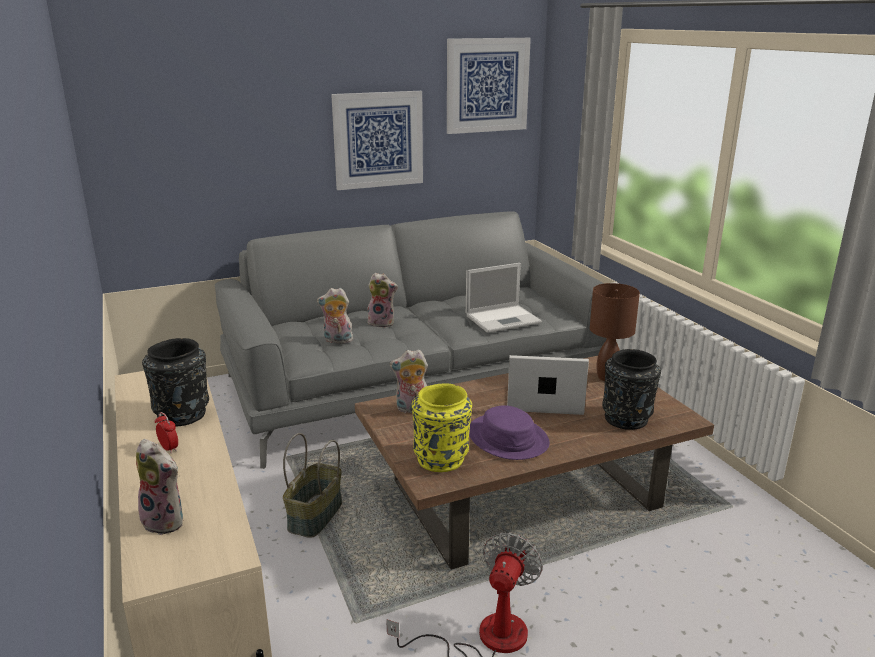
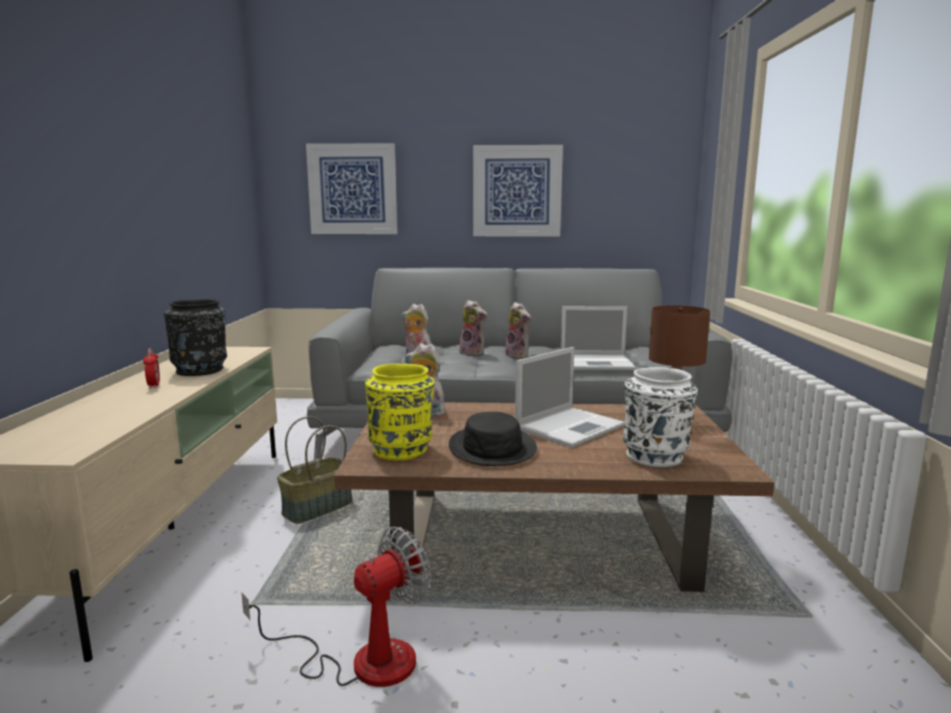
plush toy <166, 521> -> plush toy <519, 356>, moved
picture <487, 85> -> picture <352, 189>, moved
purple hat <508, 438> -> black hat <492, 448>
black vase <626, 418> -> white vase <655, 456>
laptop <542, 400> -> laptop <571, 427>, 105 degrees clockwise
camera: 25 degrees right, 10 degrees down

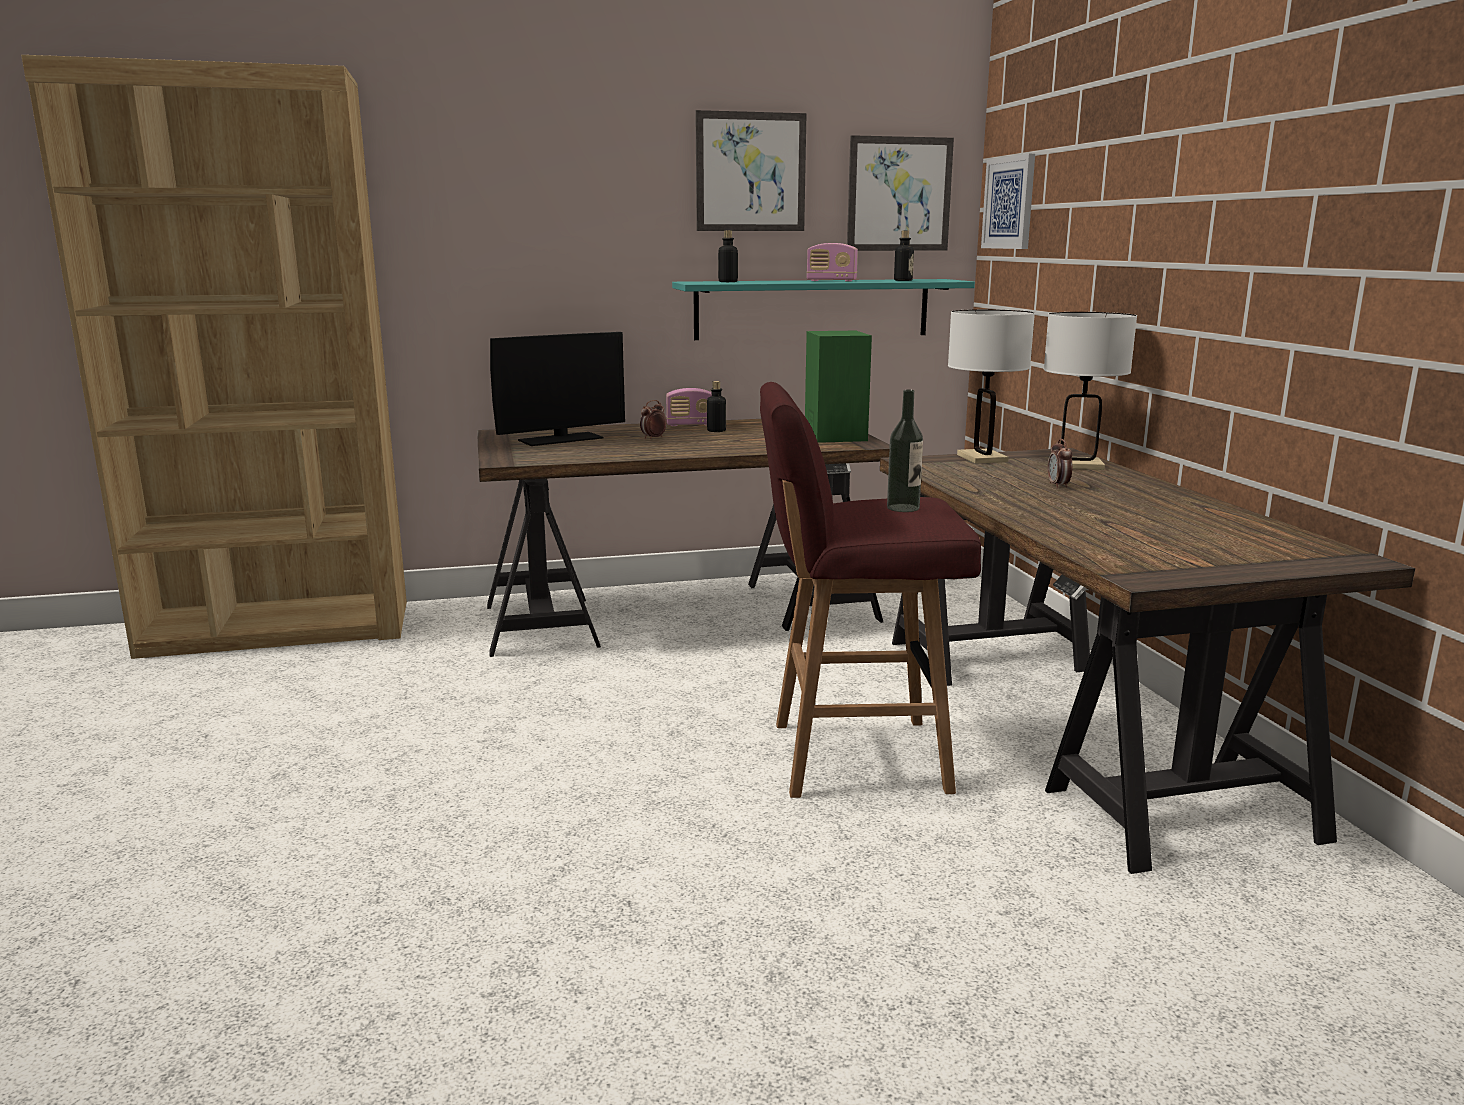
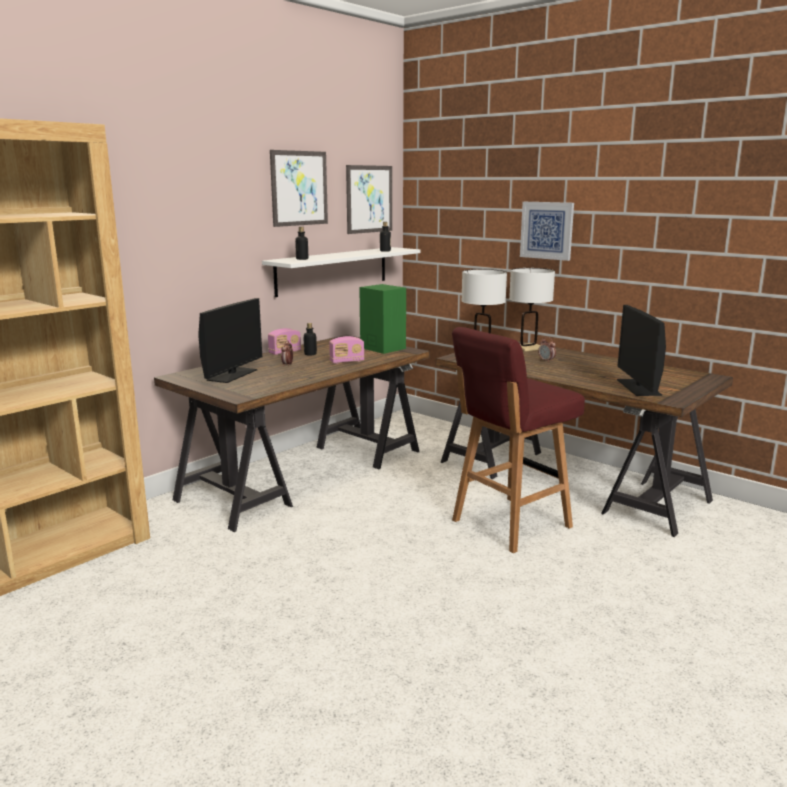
bottle <903, 508> -> none
none -> monitor <638, 387>
radio <831, 281> -> radio <347, 361>, moved
picture <1009, 203> -> picture <547, 230>, moved
turquoise shelf <812, 309> -> white shelf <333, 270>
camera: 35 degrees left, 0 degrees up

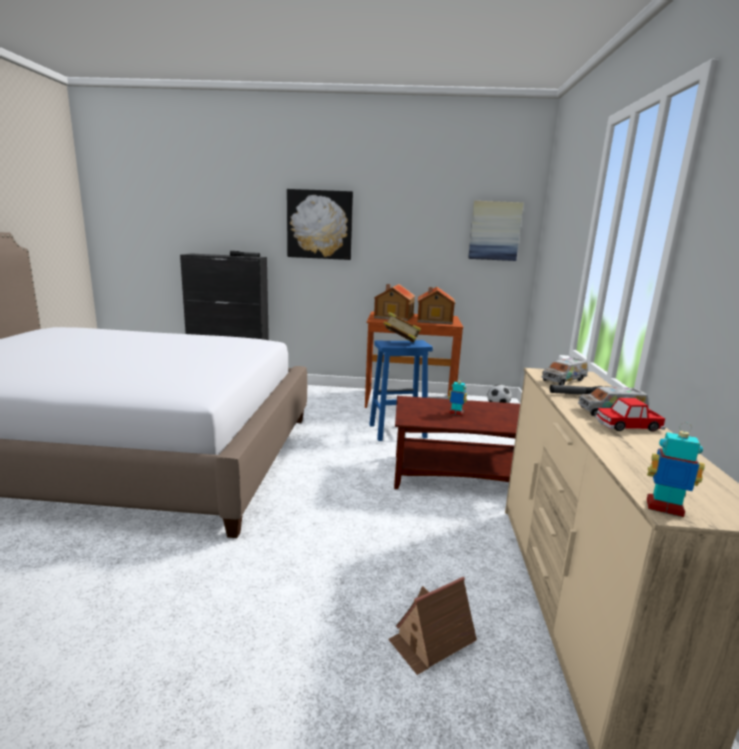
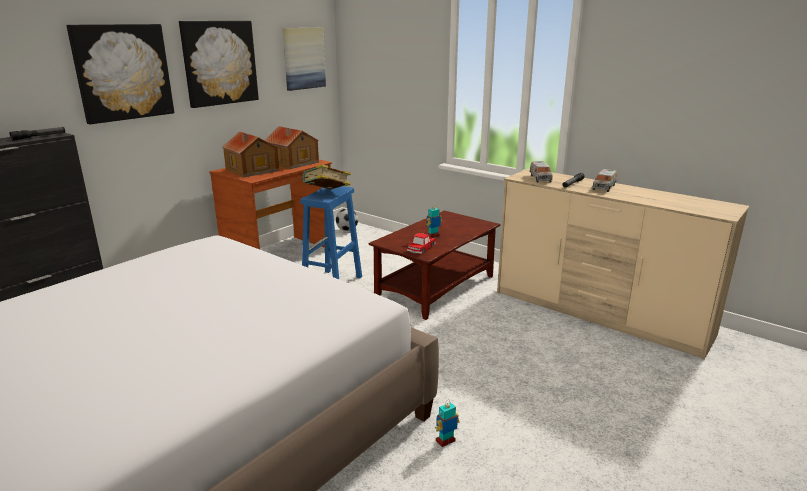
toy house <431, 641> -> none
none -> picture <219, 63>
toy car <627, 425> -> toy car <421, 248>, moved
toy robot <664, 508> -> toy robot <445, 441>, moved
camera: 55 degrees left, 5 degrees up

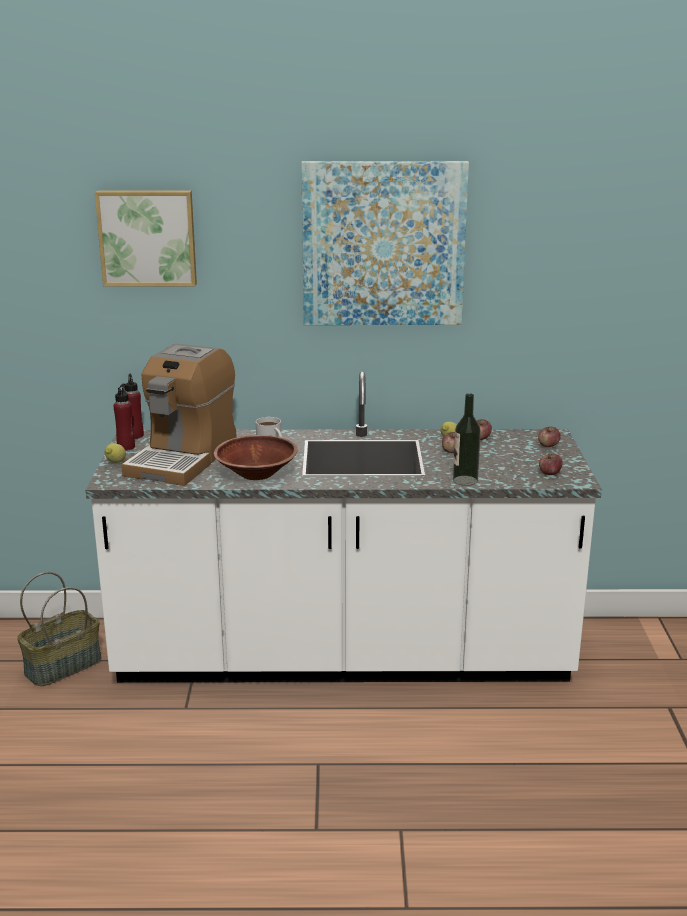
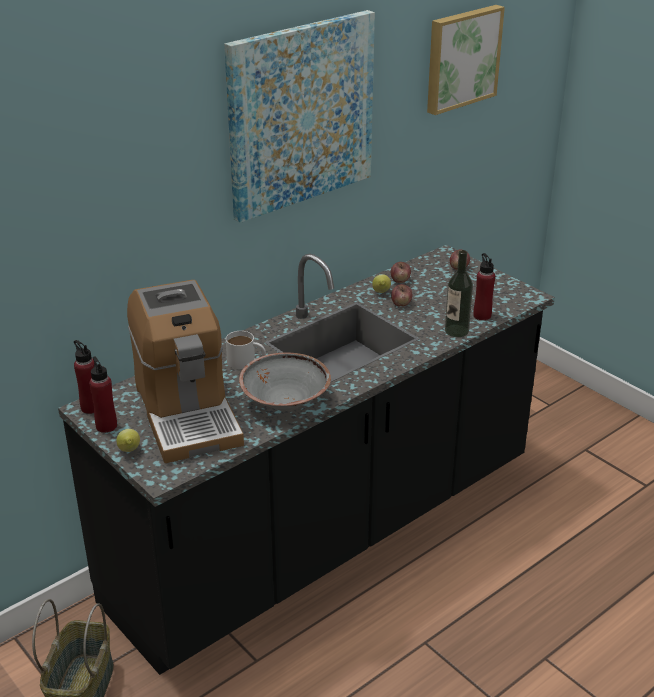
apple <549, 473> -> none
none -> red bottle <482, 315>
picture <147, 237> -> picture <461, 58>, moved
white counter <343, 659> -> black counter <326, 534>
brown bowl <257, 474> -> grey bowl <285, 400>
camera: 40 degrees left, 10 degrees up

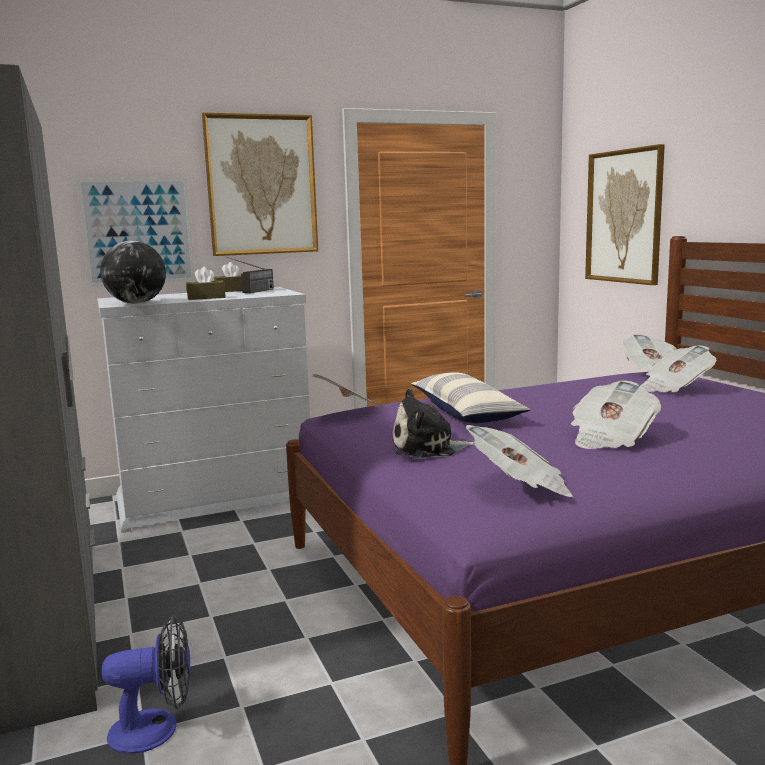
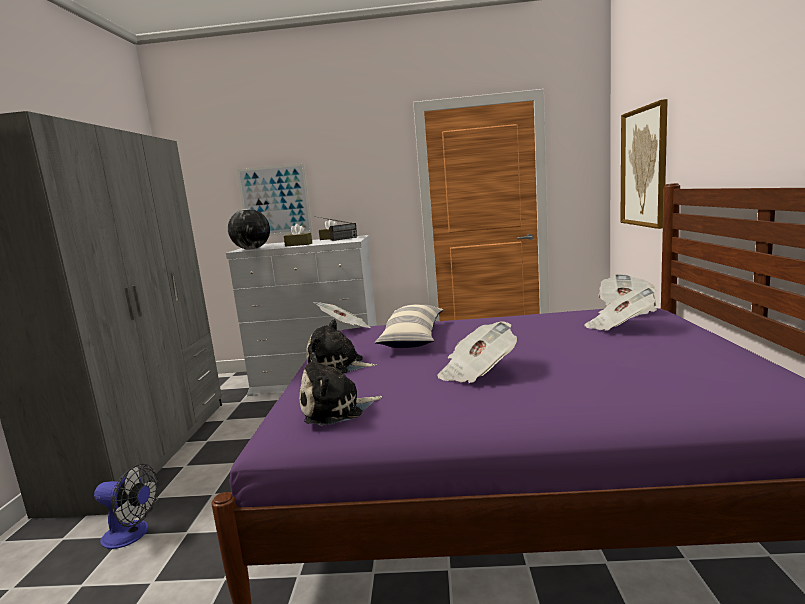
picture <261, 185> -> none
newspaper <520, 487> -> plush toy <336, 409>
camera: 25 degrees right, 0 degrees up

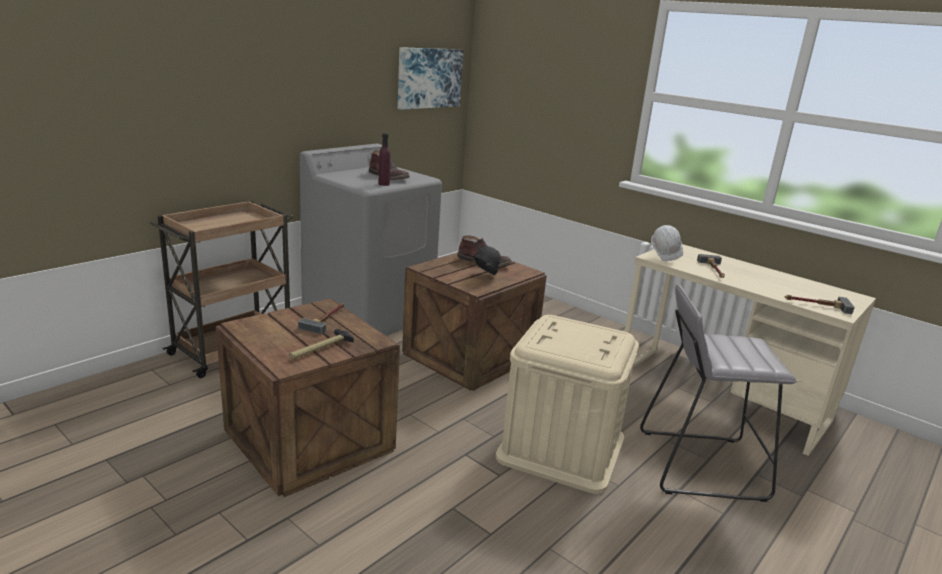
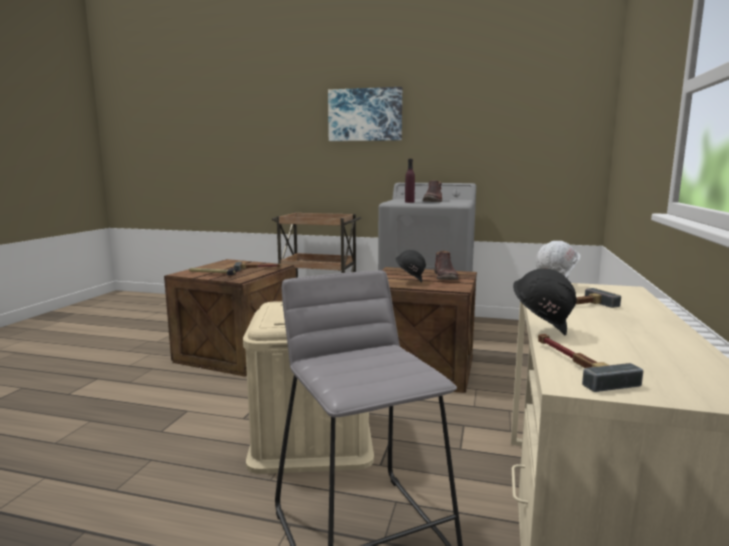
none -> black hard hat <541, 330>
picture <429, 78> -> picture <365, 115>, moved
camera: 65 degrees right, 10 degrees down

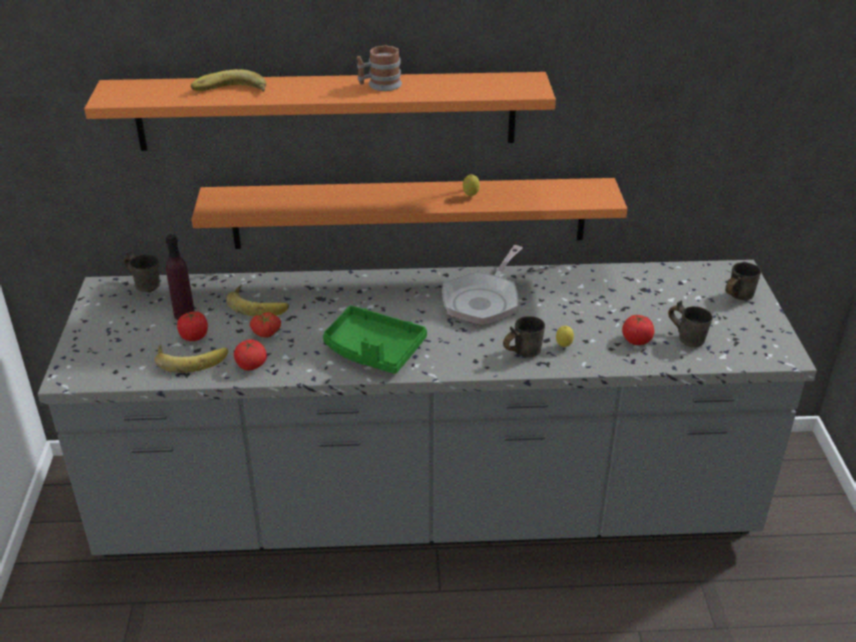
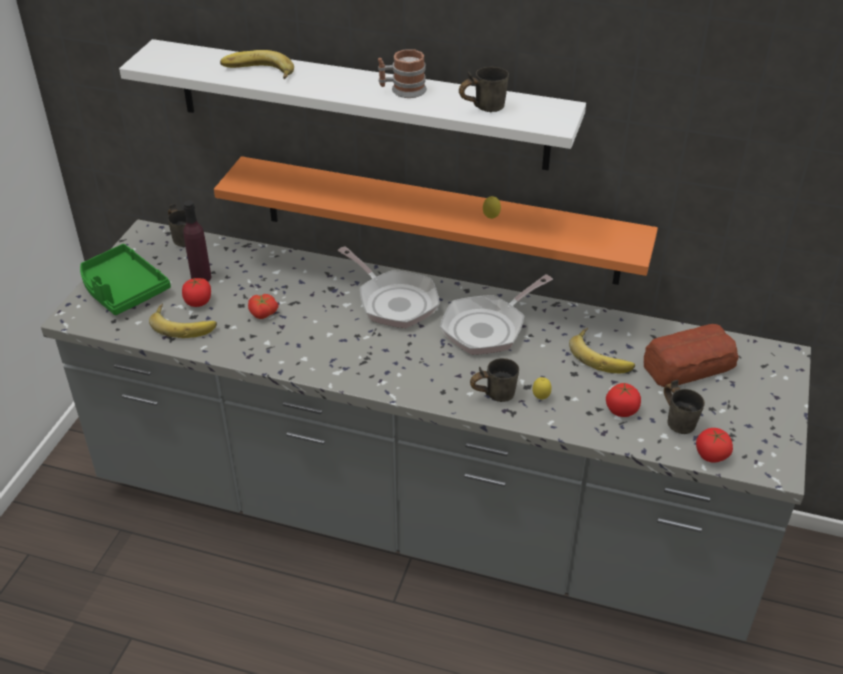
none -> frying pan <394, 301>
none -> bread <690, 365>
banana <259, 304> -> banana <602, 355>, moved
tomato <251, 365> -> tomato <711, 455>, moved
green tray <373, 350> -> green tray <122, 289>, moved
grey mug <735, 296> -> grey mug <482, 107>, moved
orange shelf <326, 111> -> white shelf <360, 104>
camera: 20 degrees right, 5 degrees up

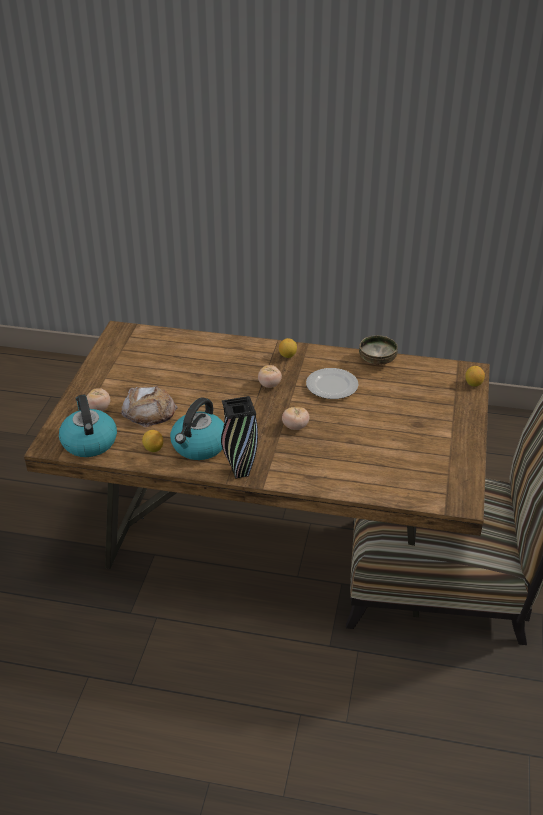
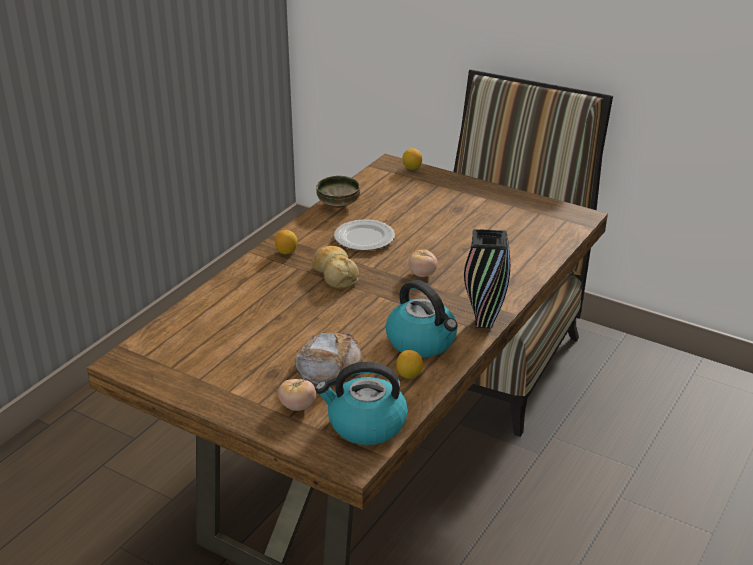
tomato <269, 385> -> bread <335, 274>
camera: 70 degrees left, 5 degrees down

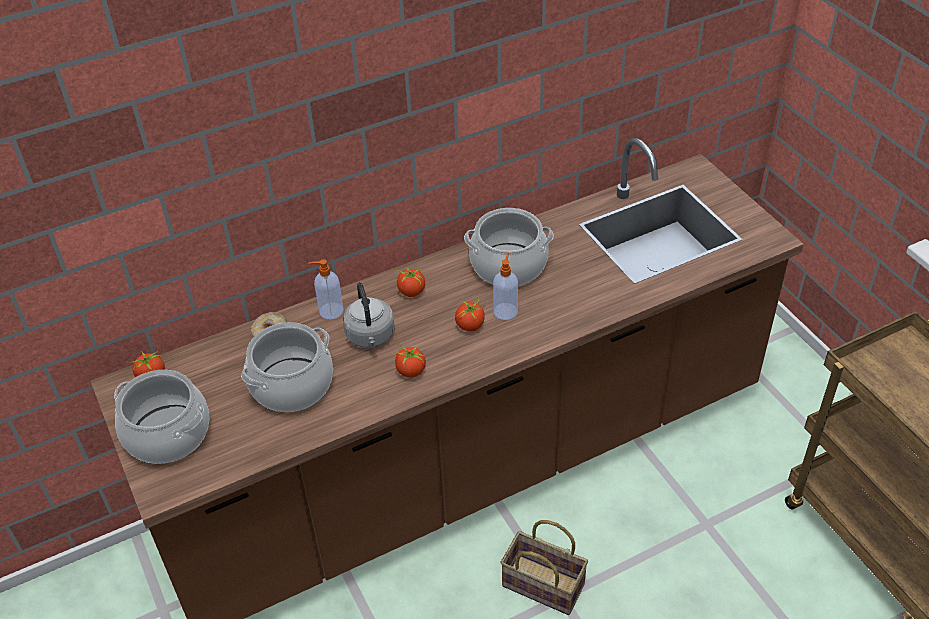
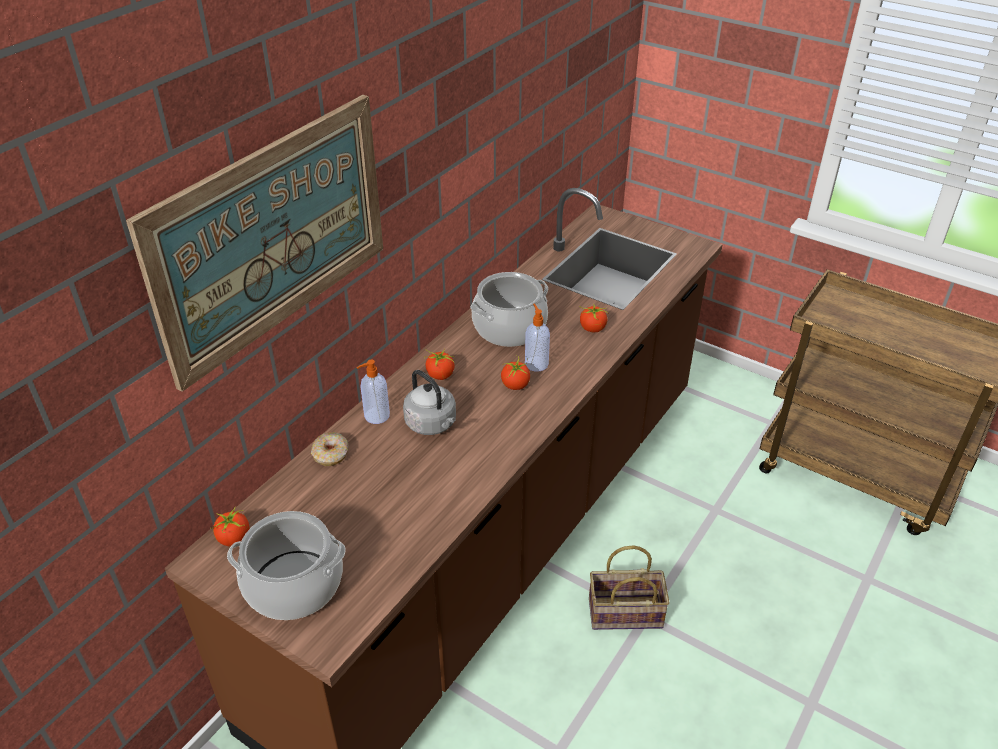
cooking pot <292, 385> -> none
none -> picture <273, 235>
tomato <410, 371> -> tomato <592, 329>, moved
camera: 30 degrees left, 5 degrees down

